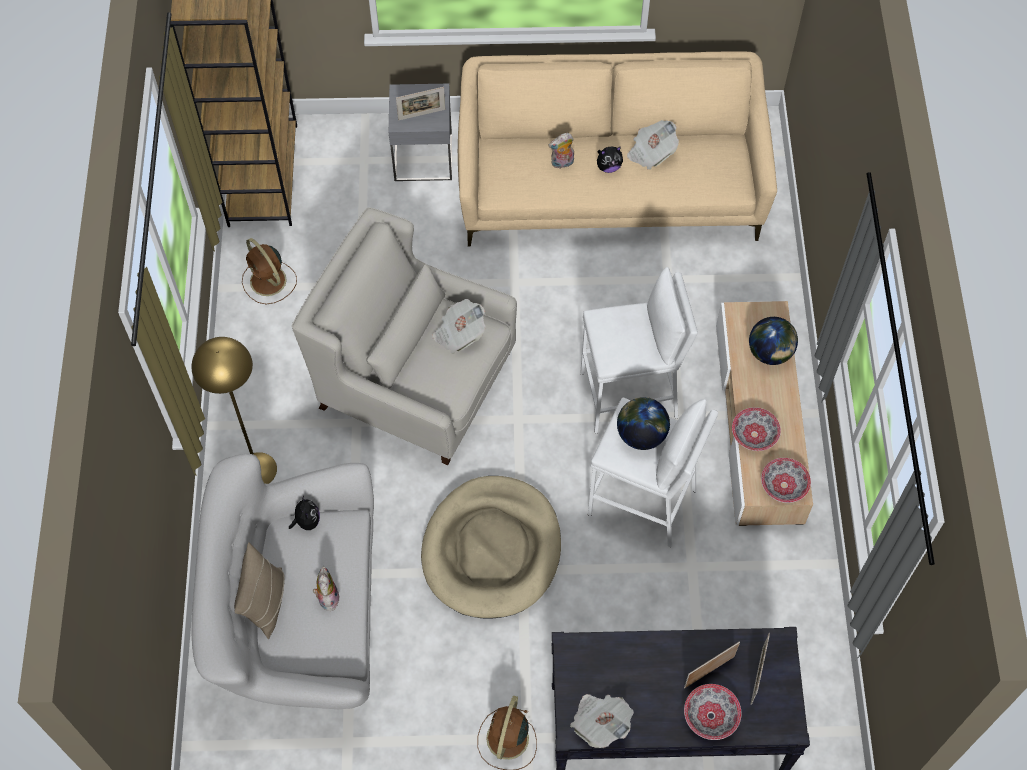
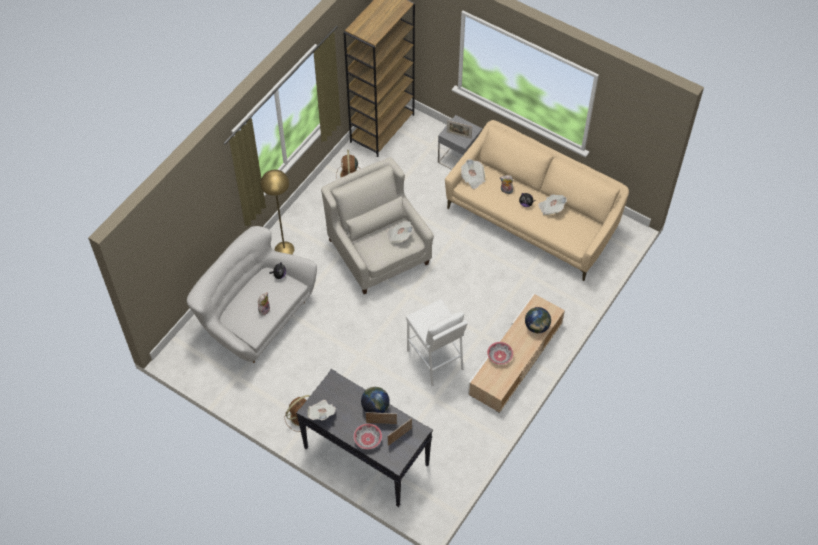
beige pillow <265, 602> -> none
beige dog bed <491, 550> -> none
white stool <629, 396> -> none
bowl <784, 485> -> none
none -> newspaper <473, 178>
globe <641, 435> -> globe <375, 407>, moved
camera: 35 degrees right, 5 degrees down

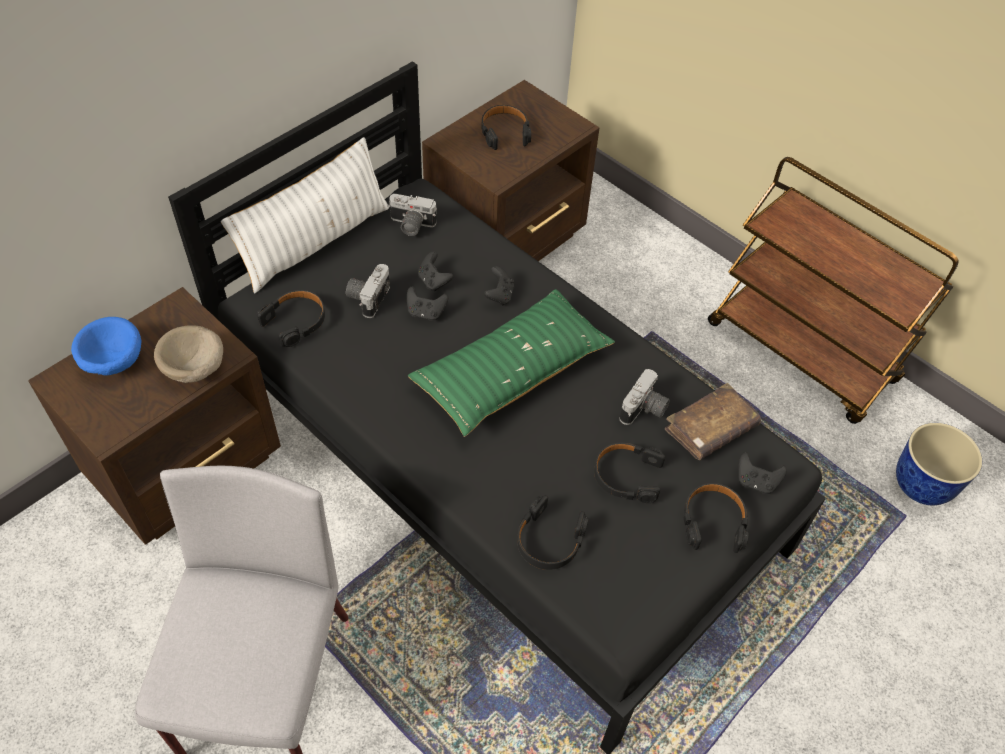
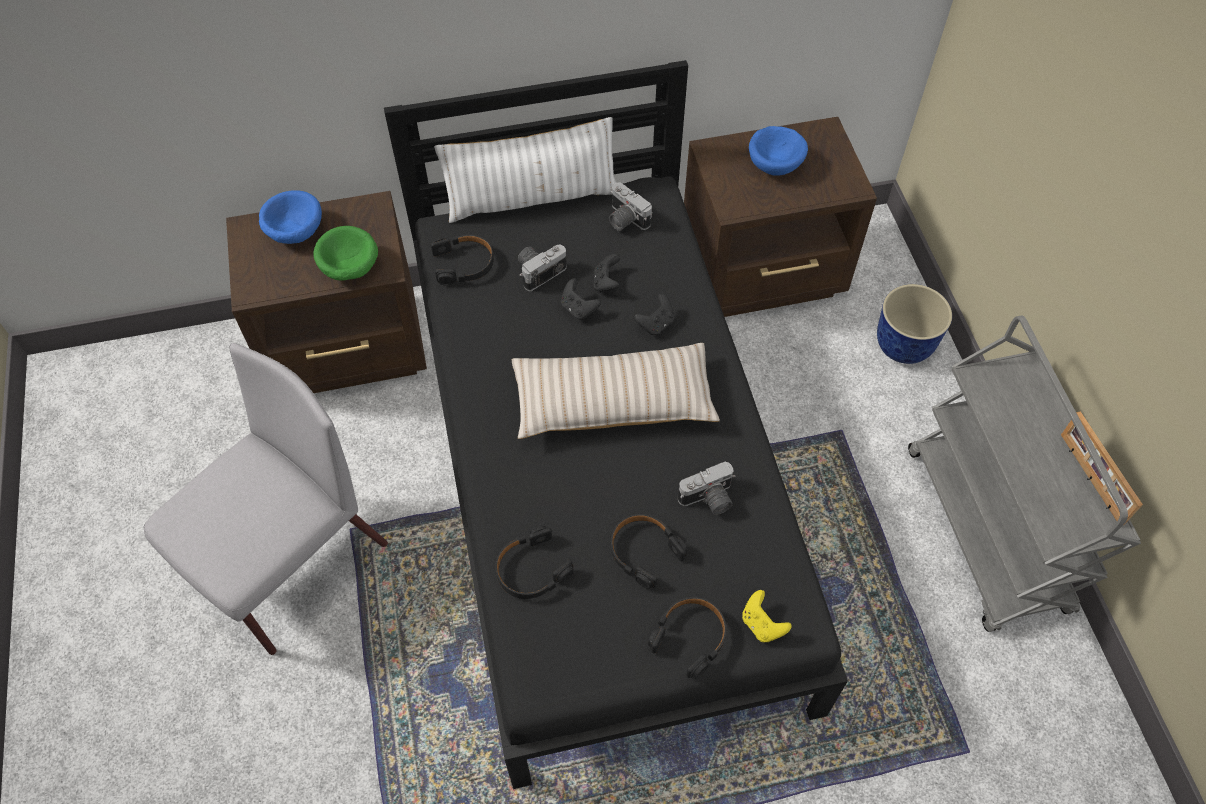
brown book <710, 429> -> none
none -> picture frame <1090, 479>
planter <922, 485> -> planter <904, 346>, moved
black headphones <505, 132> -> blue bowl <776, 164>
beige bowl <194, 369> -> green bowl <349, 268>
green pillow <512, 372> -> beige pillow <613, 402>
brown cart <803, 353> -> grey cart <987, 531>
black game controller <756, 482> -> yellow game controller <762, 624>
camera: 35 degrees right, 5 degrees up

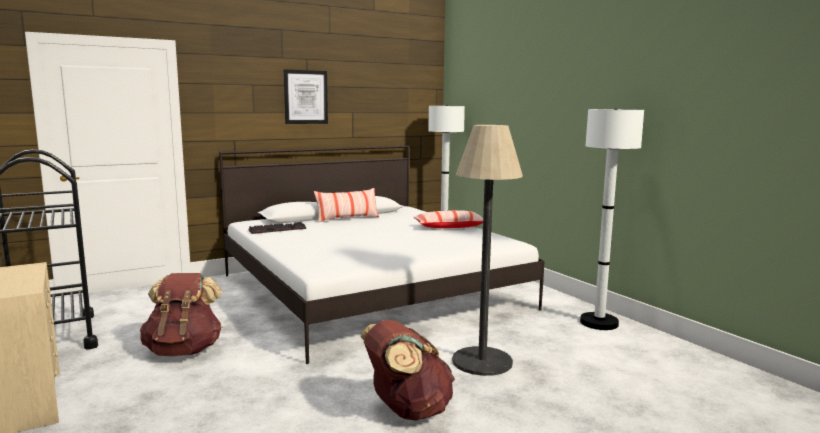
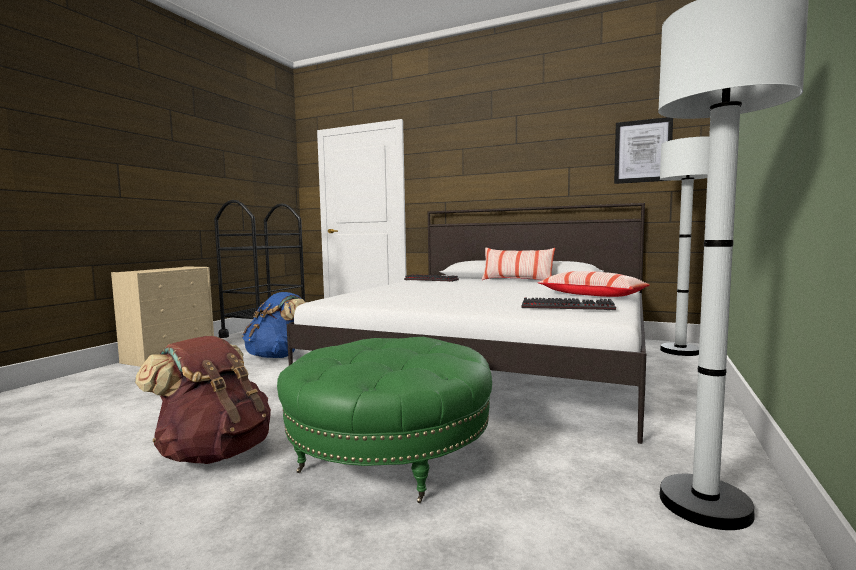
none -> keyboard <568, 307>
picture <305, 97> -> picture <642, 151>, moved
floor lamp <482, 361> -> green ottoman <389, 454>
brown backpack <184, 350> -> blue backpack <277, 356>
camera: 55 degrees right, 5 degrees down

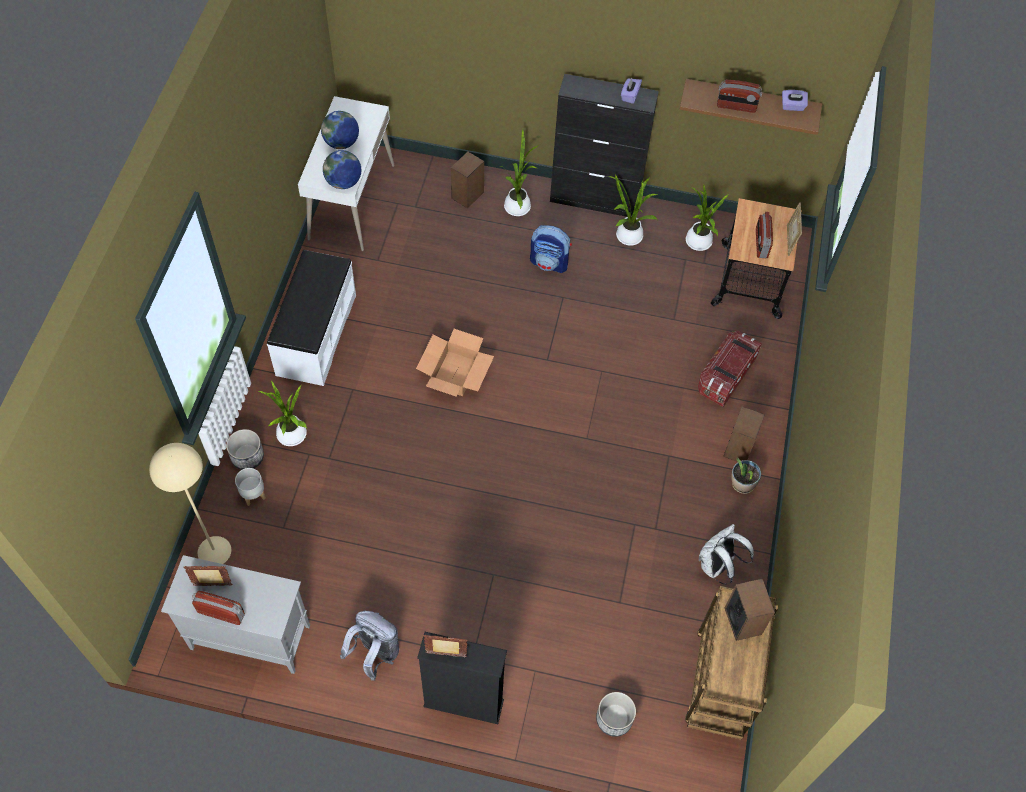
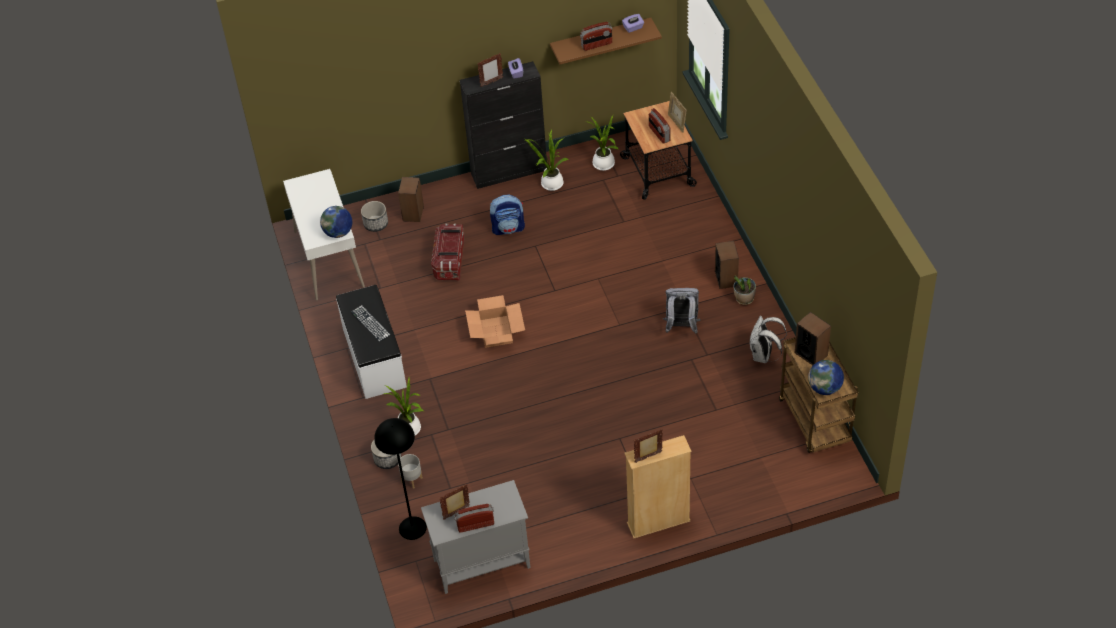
potted plant <518, 205> -> none
none -> keyboard <370, 323>
none -> picture frame <491, 82>
globe <341, 143> -> globe <824, 388>, moved
grey backpack <374, 654> -> grey backpack <681, 327>, moved
planter <614, 719> -> planter <376, 224>, moved
storage box <725, 376> -> storage box <449, 261>, moved
beige floor lamp <214, 551> -> black floor lamp <412, 528>
black bookcase <463, 703> -> beige bookcase <658, 522>
camera: 25 degrees left, 10 degrees down

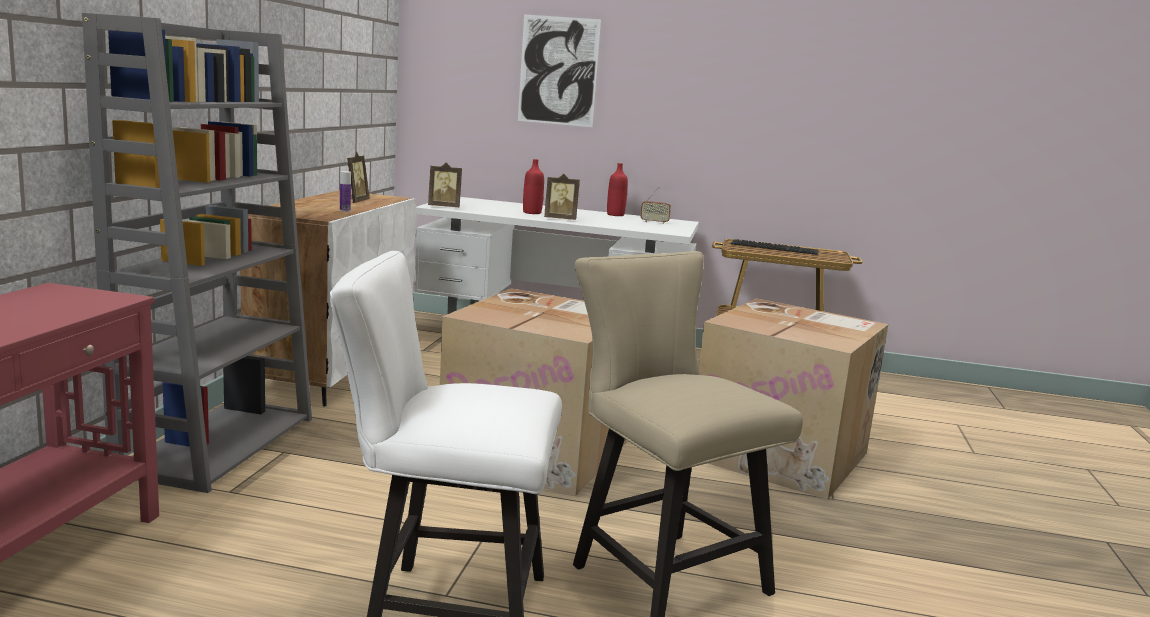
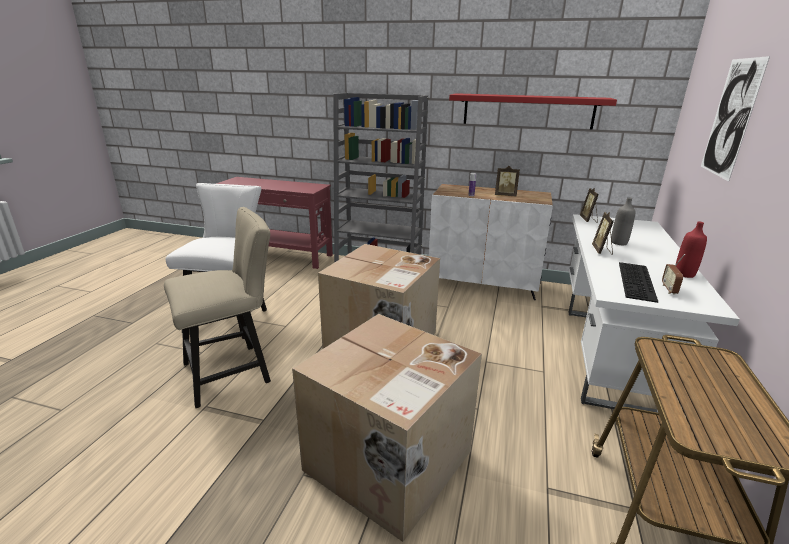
none -> red shelf <527, 111>
keyboard <775, 247> -> keyboard <638, 281>, moved
red bottle <532, 212> -> grey bottle <619, 242>
camera: 95 degrees right, 10 degrees up

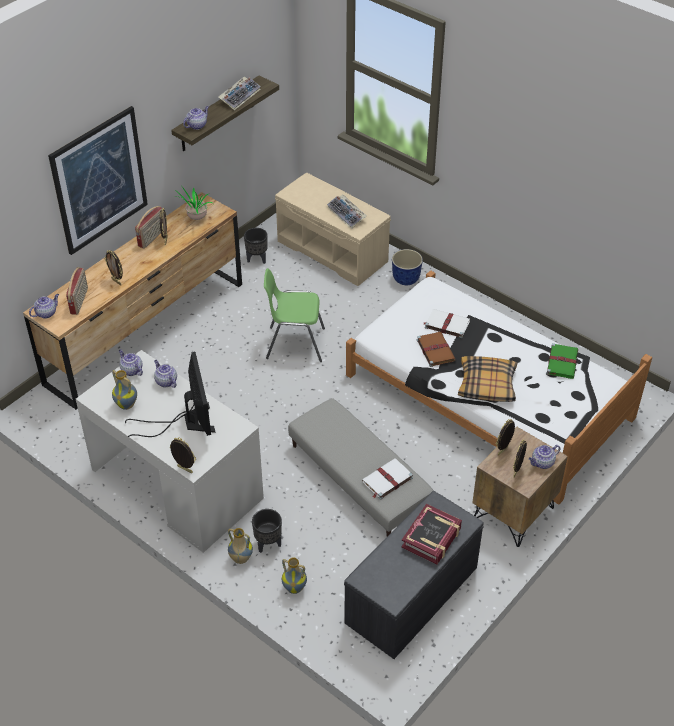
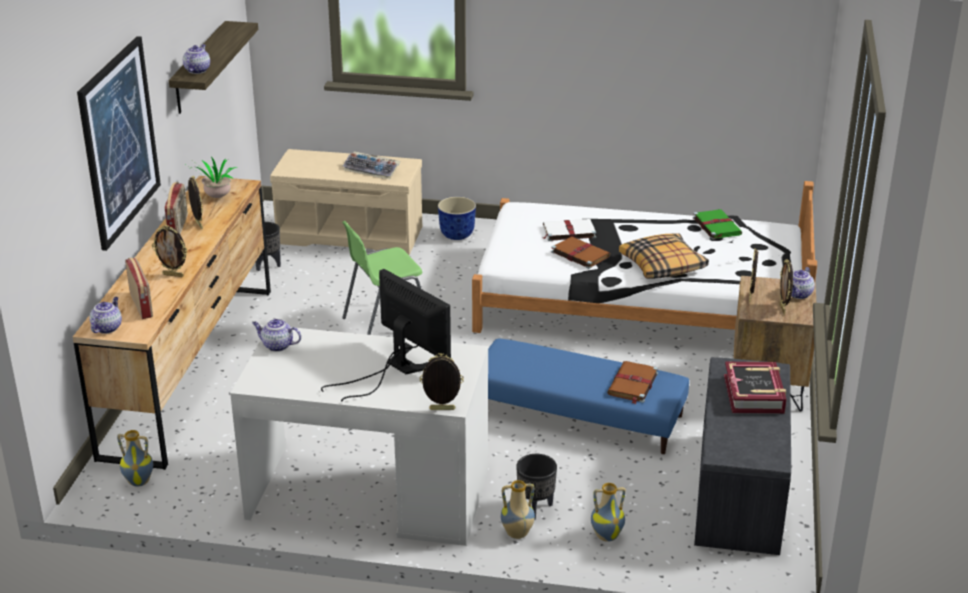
teapot <166, 381> -> none
keyboard <239, 96> -> none
vase <127, 404> -> vase <139, 481>, moved
grey ottoman <358, 478> -> blue ottoman <577, 414>
white book <386, 480> -> brown book <632, 384>
camera: 30 degrees left, 15 degrees down

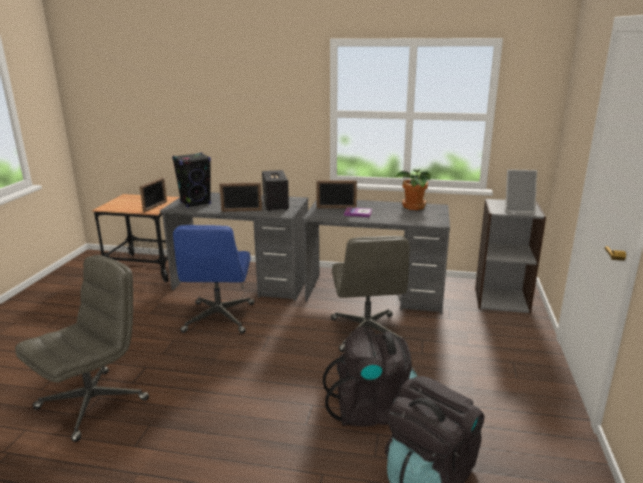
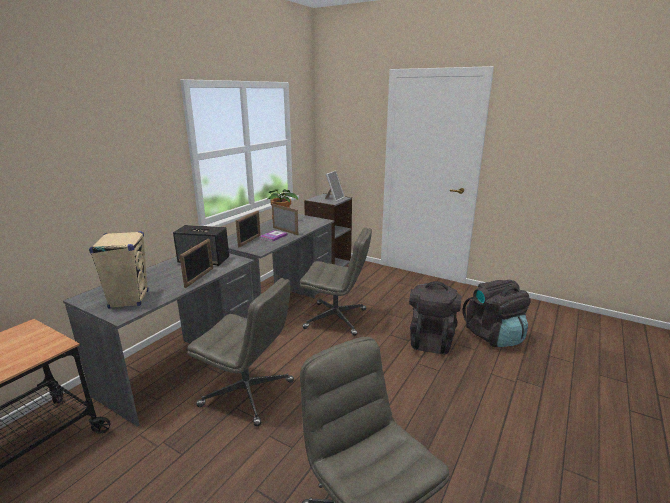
picture frame <155, 207> -> picture frame <285, 231>, moved
black speaker <195, 203> -> beige speaker <129, 299>
blue office chair <219, 318> -> grey office chair <248, 393>
camera: 70 degrees left, 0 degrees up

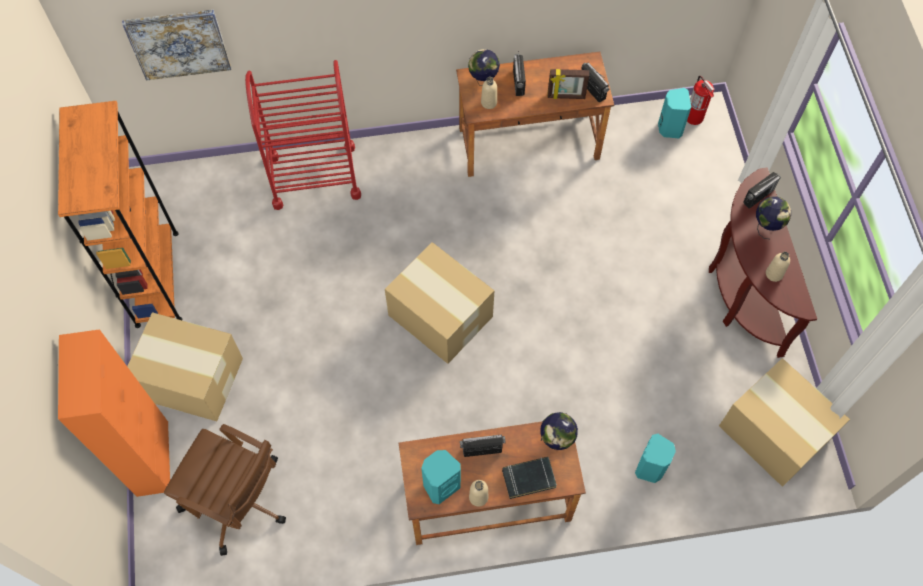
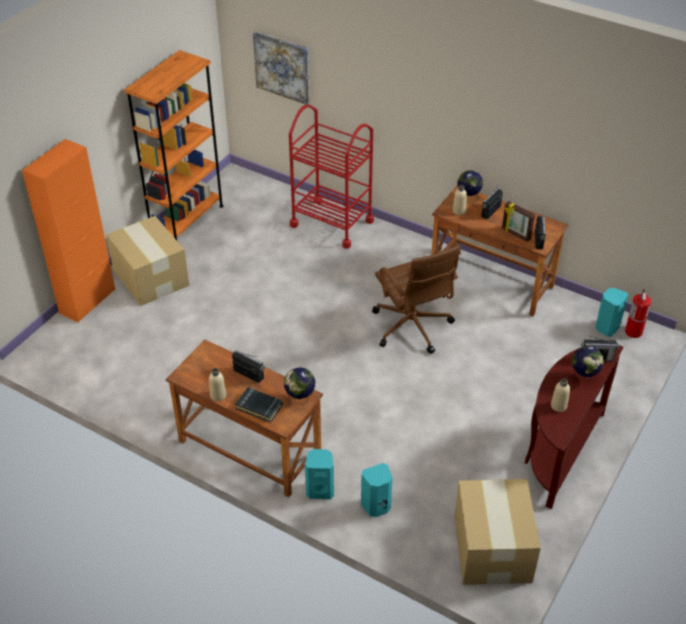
cardboard box <440, 314> -> none
brown office chair <239, 501> -> brown office chair <412, 328>, moved
turquoise speaker <441, 485> -> turquoise speaker <320, 490>, moved
camera: 40 degrees right, 20 degrees down

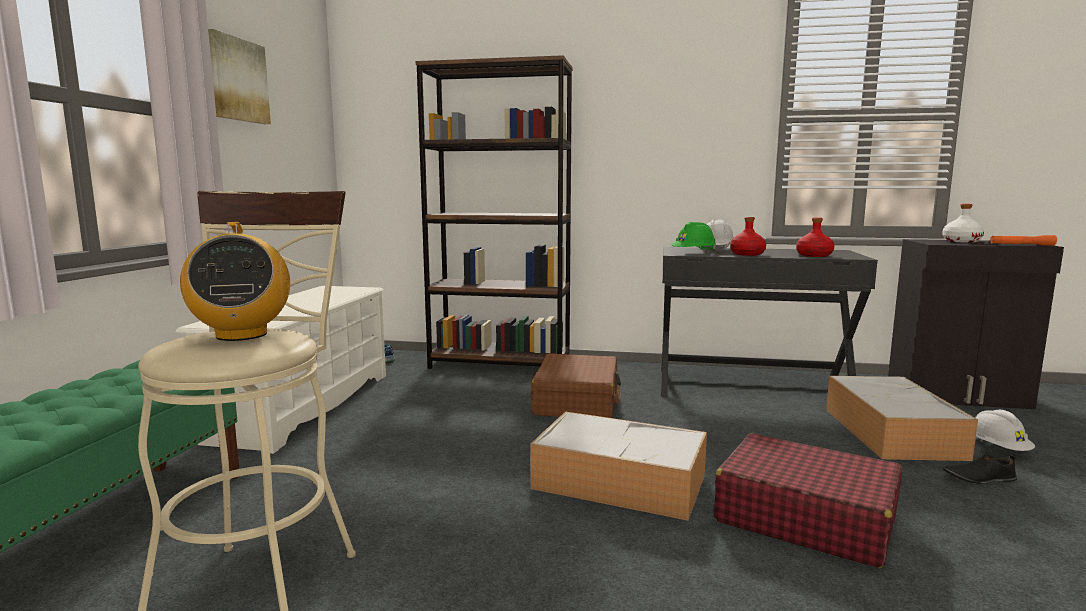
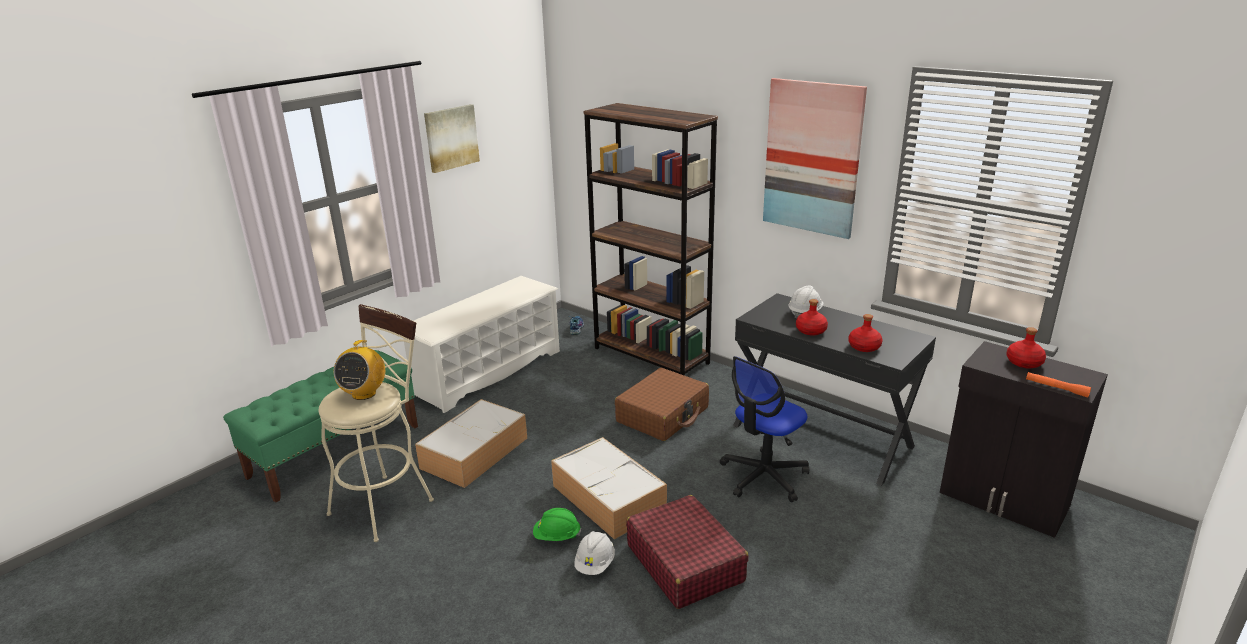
black shoe <979, 478> -> none
none -> office chair <764, 476>
none -> picture <812, 158>
green hard hat <693, 254> -> green hard hat <557, 536>, moved
storage box <890, 432> -> storage box <475, 452>, moved
white hard hat <998, 449> -> white hard hat <595, 564>, moved
white bottle <961, 241> -> red bottle <1024, 362>
camera: 30 degrees right, 15 degrees up

